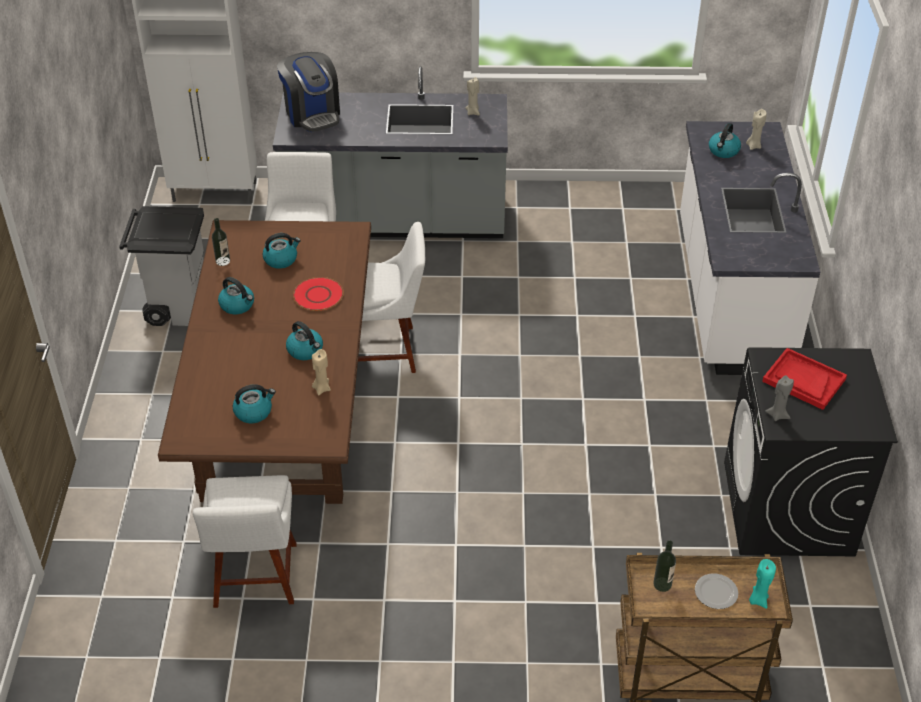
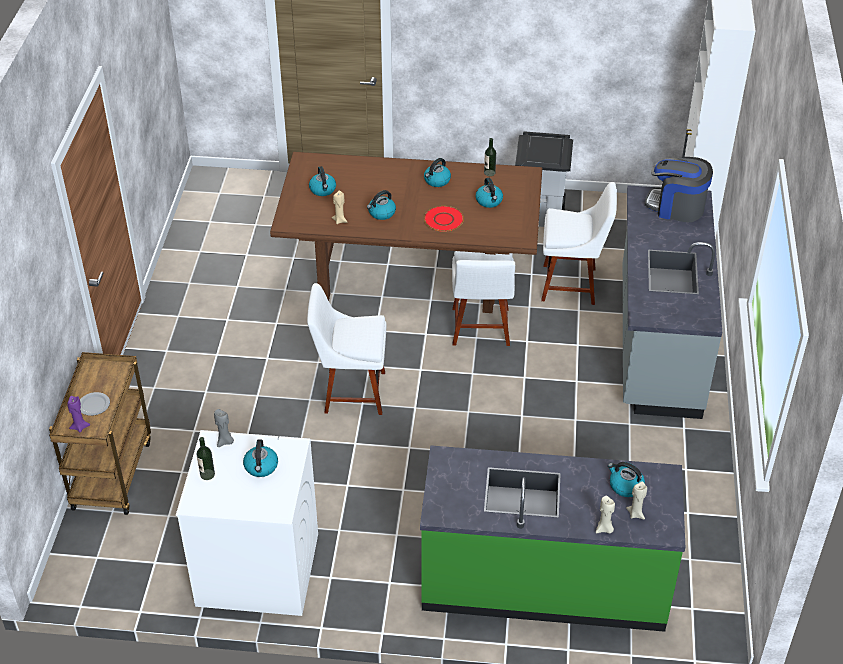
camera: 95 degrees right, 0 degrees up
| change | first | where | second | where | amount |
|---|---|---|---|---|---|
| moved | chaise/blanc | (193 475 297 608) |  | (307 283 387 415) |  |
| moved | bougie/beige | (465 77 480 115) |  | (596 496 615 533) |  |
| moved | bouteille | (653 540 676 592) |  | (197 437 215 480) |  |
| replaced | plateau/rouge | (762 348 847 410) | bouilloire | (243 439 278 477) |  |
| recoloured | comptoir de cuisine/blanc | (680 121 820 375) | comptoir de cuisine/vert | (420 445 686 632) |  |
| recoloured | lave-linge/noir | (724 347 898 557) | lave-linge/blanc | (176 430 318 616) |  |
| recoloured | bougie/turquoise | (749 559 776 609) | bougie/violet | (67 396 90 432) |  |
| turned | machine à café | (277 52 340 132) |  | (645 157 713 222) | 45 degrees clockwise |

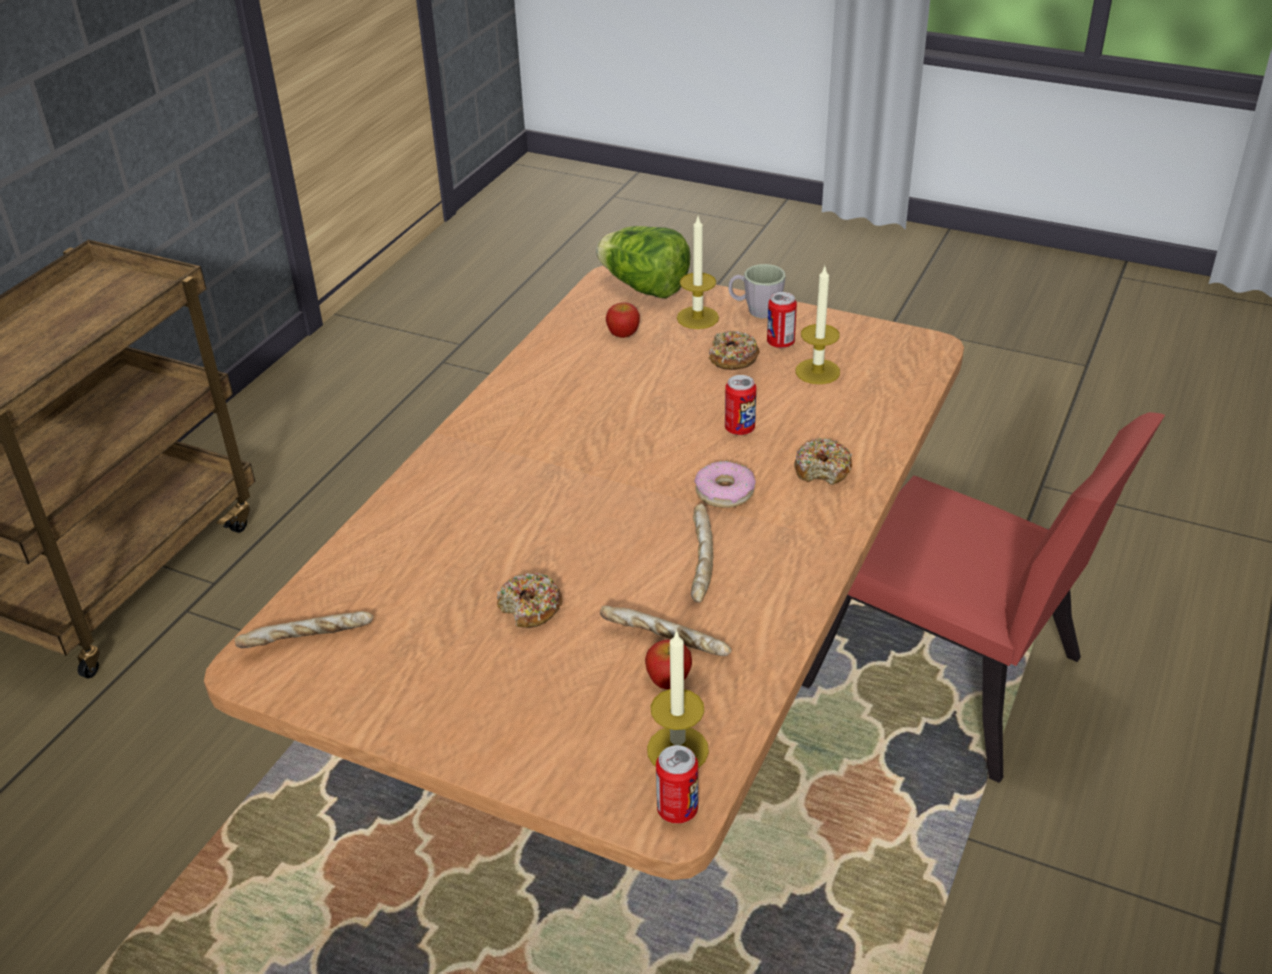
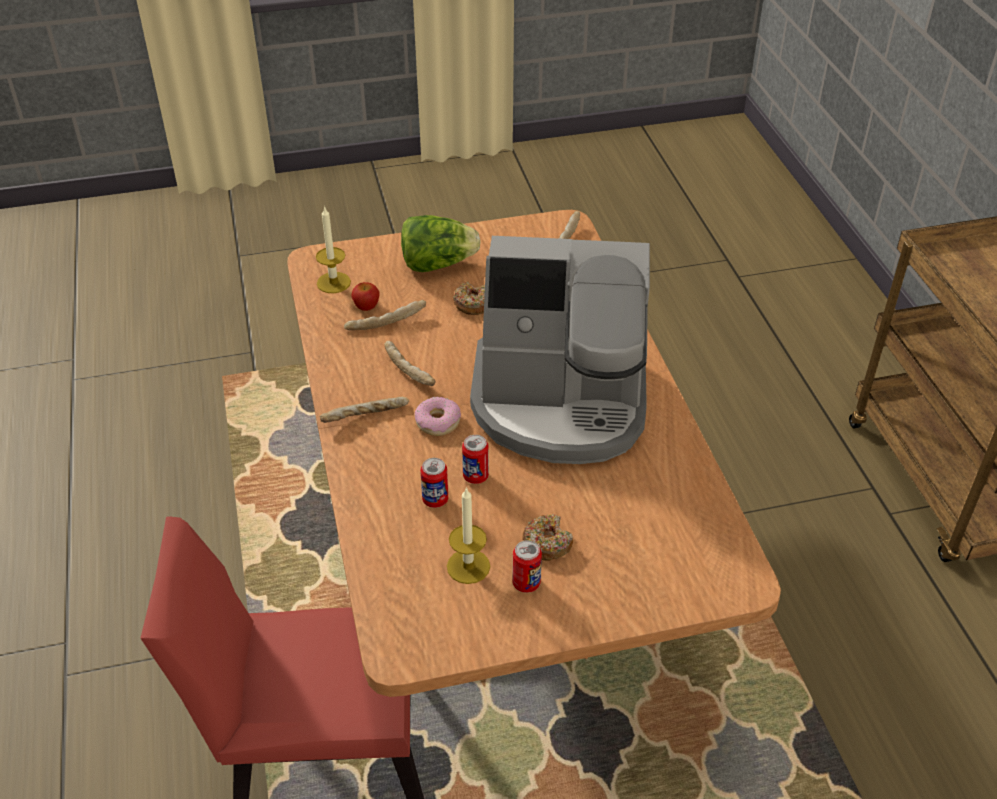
camera: 140 degrees right, 5 degrees up
| change | first | where | second | where | amount |
|---|---|---|---|---|---|
| removed | pomme | (606 302 640 338) |  |  |  |
| removed | bougie | (677 217 719 329) |  |  |  |
| removed | mug/gris | (728 264 786 318) |  |  |  |
| removed | beignet | (794 438 852 485) |  |  |  |
| added |  |  | pain | (320 397 409 423) |  |
| added |  |  | machine à café | (470 236 650 464) |  |
| moved | laitue | (596 226 691 298) |  | (401 215 481 272) |  |
| moved | boîte métallique | (656 745 698 824) |  | (420 458 448 508) |  |

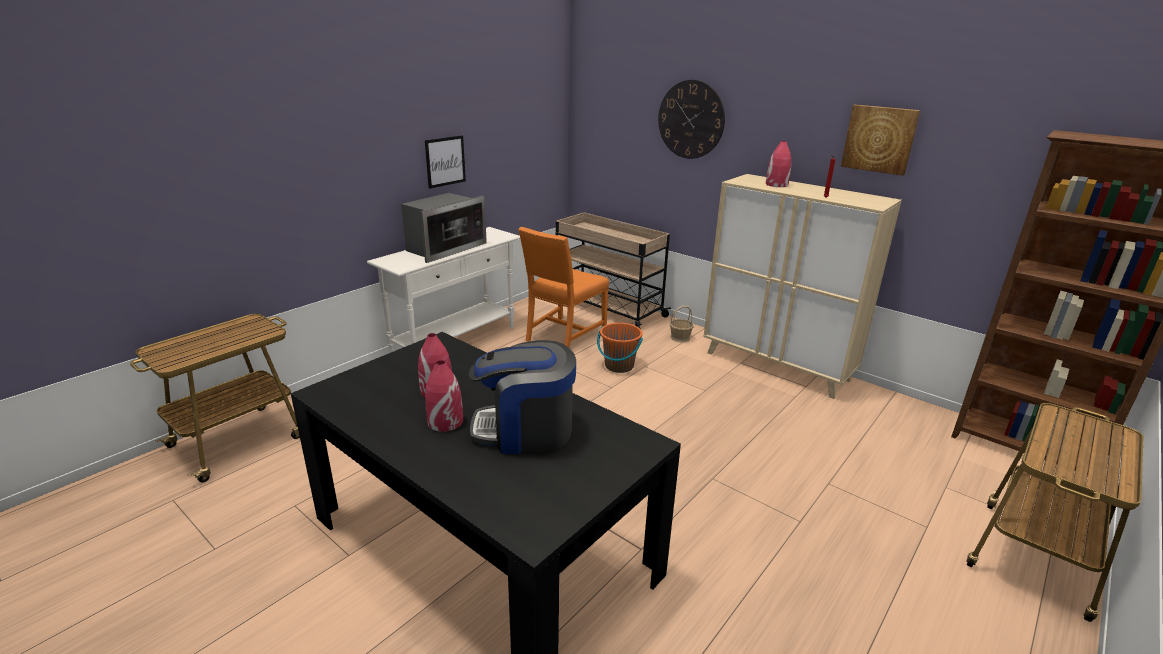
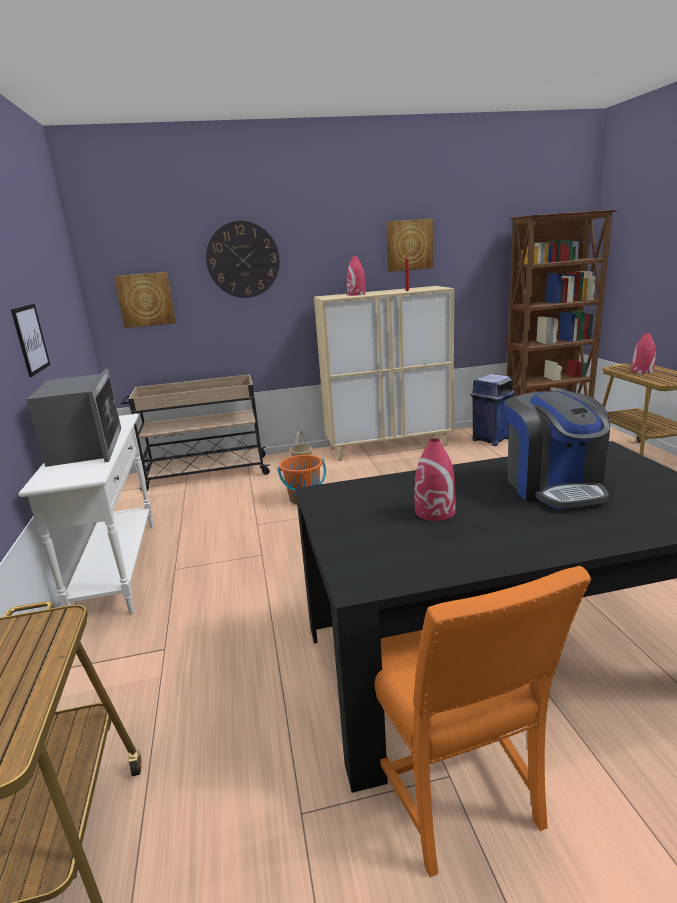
camera: 50 degrees left, 5 degrees down
| change | first | where | second | where | amount |
|---|---|---|---|---|---|
| added |  |  | tableau | (114 272 176 328) |  |
| added |  |  | poubelle/bleu | (470 374 515 446) |  |
| moved | vase/rouge | (425 360 463 432) |  | (631 333 656 374) |  |
| moved | chaise/orange | (518 227 609 348) |  | (375 566 592 877) |  |
| turned | machine à café | (469 340 576 454) |  | (504 391 610 509) | 45 degrees counterclockwise |

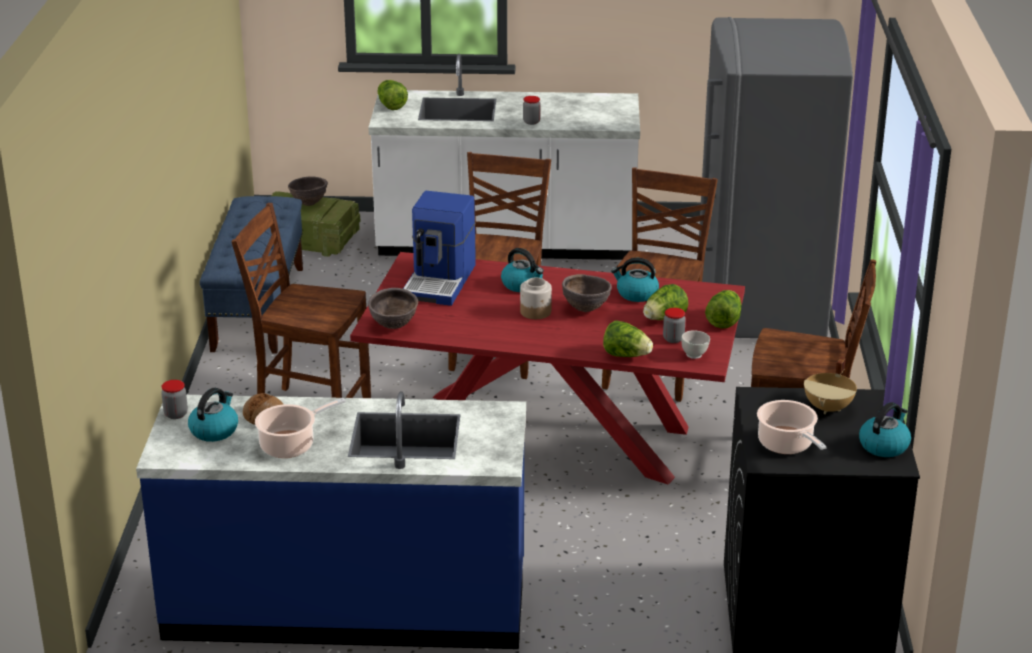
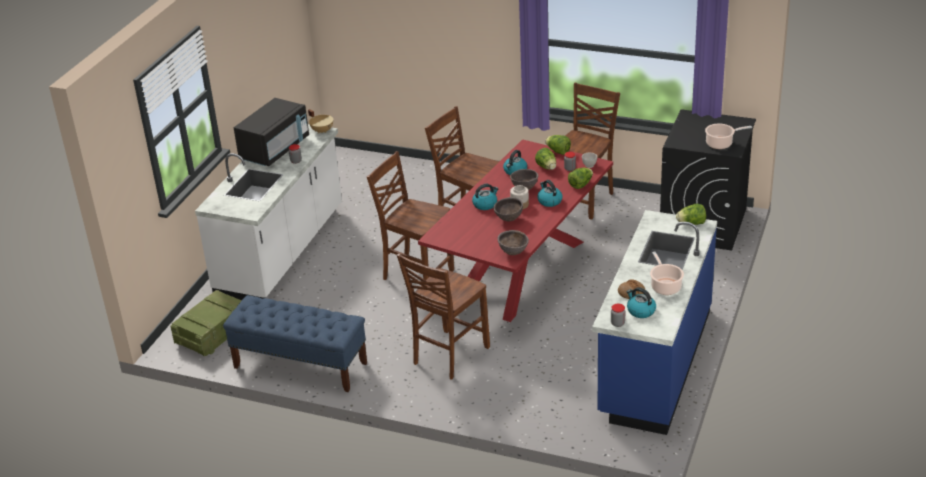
camera: 70 degrees left, 5 degrees up
| change | first | where | second | where | amount |
|---|---|---|---|---|---|
| removed | machine à café | (403 191 476 306) |  |  |  |
| removed | réfrigérateur/gris | (698 17 853 338) |  |  |  |
| added |  |  | micro-ondes/noir | (234 98 309 166) |  |
| moved | bol/marron | (288 176 328 206) |  | (493 197 523 222) |  |
| moved | laitue | (378 80 408 110) |  | (676 204 706 225) |  |
| moved | marmite/beige | (804 357 857 414) |  | (308 109 333 134) |  |
| moved | bouilloire | (859 402 911 457) |  | (537 180 563 207) |  |

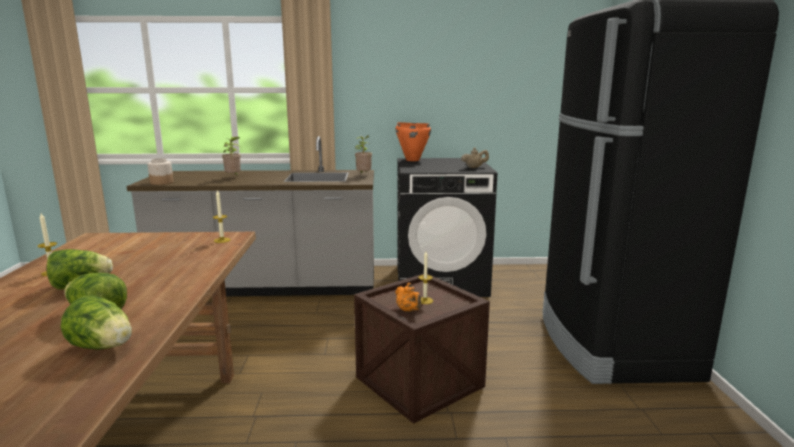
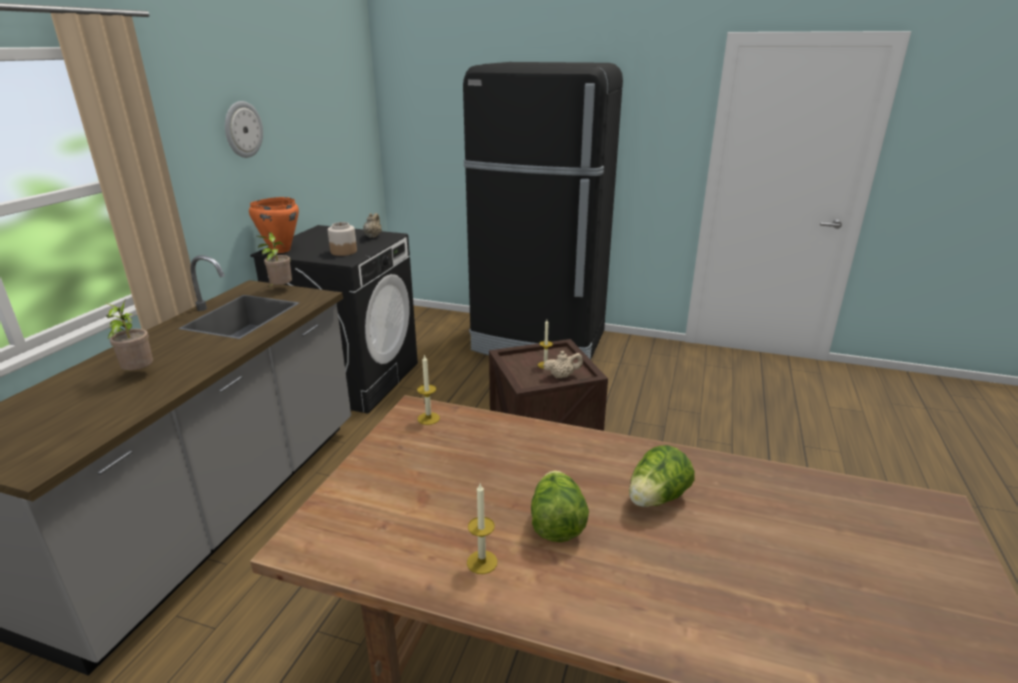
camera: 70 degrees left, 10 degrees up
| change | first | where | second | where | amount |
|---|---|---|---|---|---|
| removed | laitue | (60 295 132 350) |  |  |  |
| added |  |  | horloge murale | (225 101 263 158) |  |
| moved | bocal | (147 158 173 185) |  | (328 222 357 256) |  |
| recoloured | théière/orange | (395 283 421 312) | théière/beige | (543 351 583 378) |  |

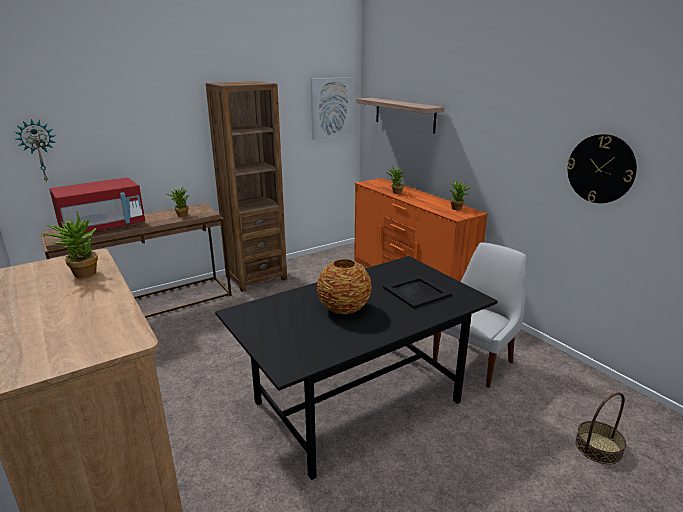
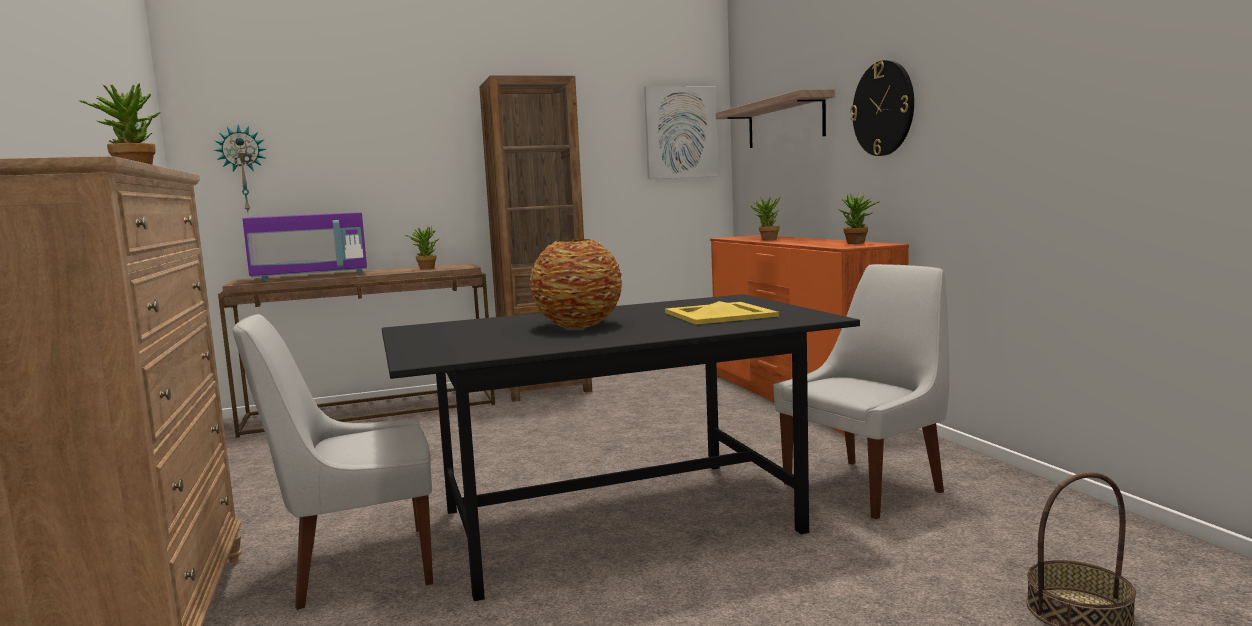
camera: 15 degrees right, 15 degrees down
| change | first | where | second | where | amount |
|---|---|---|---|---|---|
| added |  |  | chaise/blanc | (233 314 433 610) |  |
| moved | horloge murale | (567 134 637 203) |  | (850 60 914 156) |  |
| recoloured | micro-ondes/rouge | (49 178 145 236) | micro-ondes/violet | (243 212 367 281) |  |
| recoloured | plateau/noir | (383 275 452 309) | plateau/jaune | (665 301 779 325) |  |

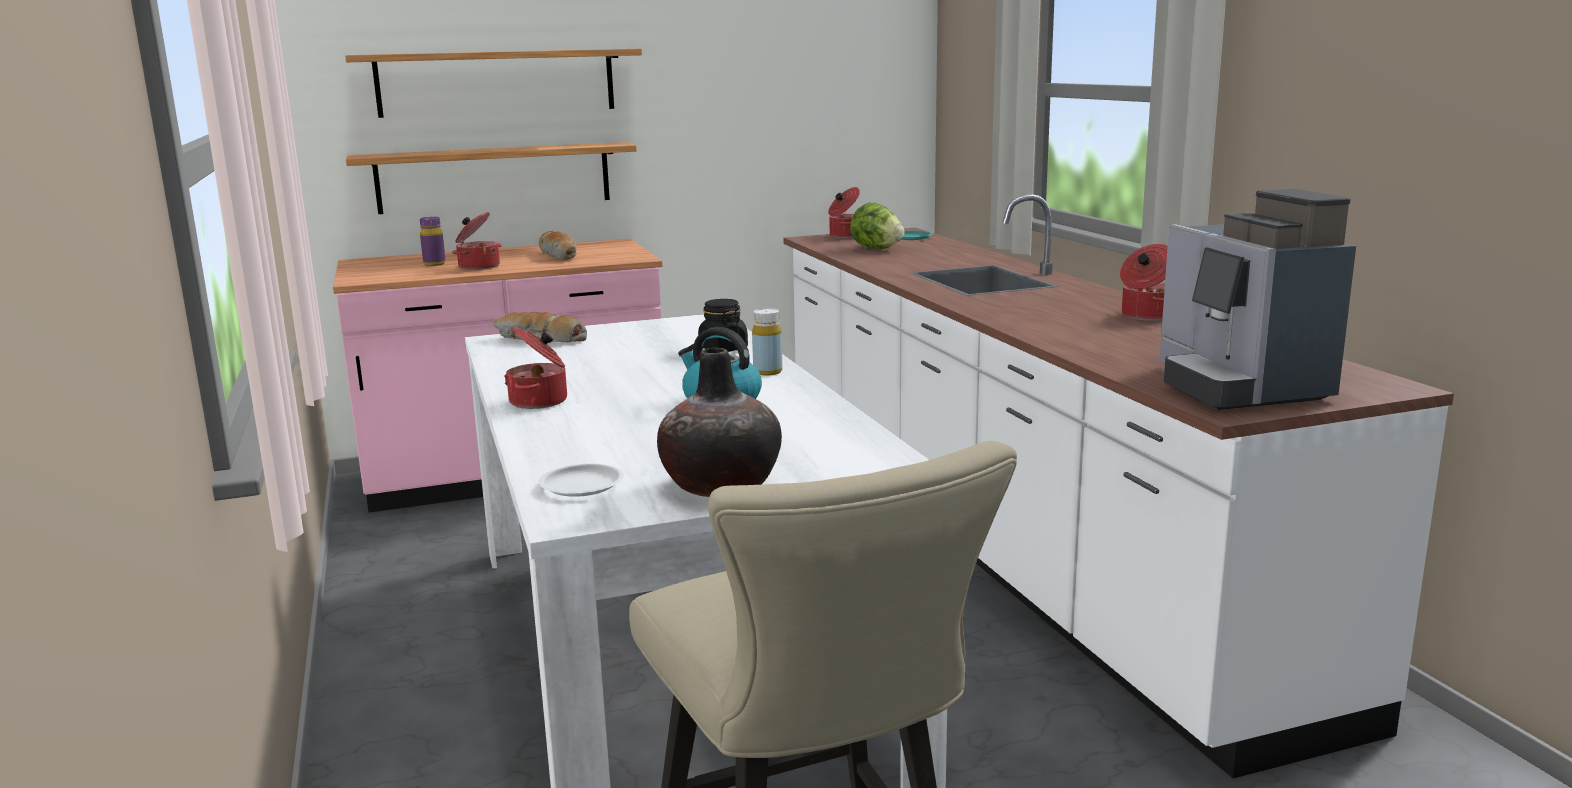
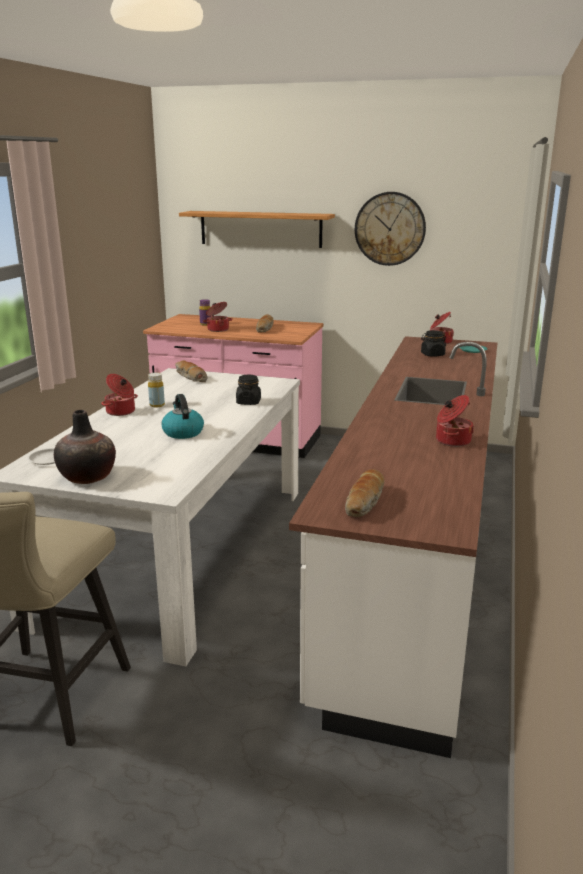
camera: 35 degrees right, 5 degrees up
| change | first | where | second | where | amount |
|---|---|---|---|---|---|
| removed | étagère | (346 142 637 214) |  |  |  |
| added |  |  | horloge murale | (355 192 426 266) |  |
| moved | bouteille/jaune | (752 308 782 376) |  | (148 372 165 408) |  |
| replaced | laitue | (850 203 905 249) | bocal/noir | (421 330 446 357) |  |
| replaced | machine à café | (1159 189 1356 410) | pain | (345 469 384 517) |  |

